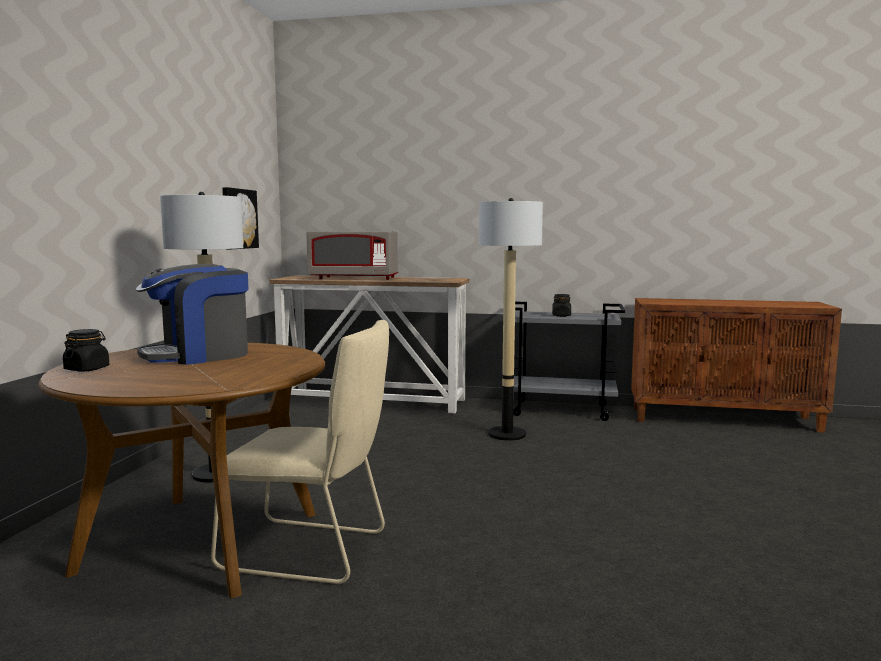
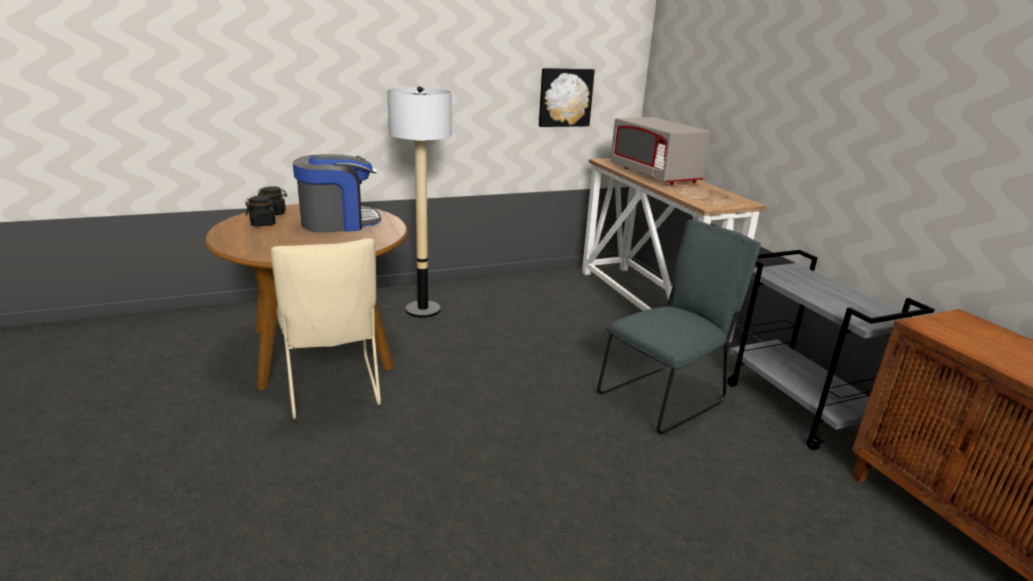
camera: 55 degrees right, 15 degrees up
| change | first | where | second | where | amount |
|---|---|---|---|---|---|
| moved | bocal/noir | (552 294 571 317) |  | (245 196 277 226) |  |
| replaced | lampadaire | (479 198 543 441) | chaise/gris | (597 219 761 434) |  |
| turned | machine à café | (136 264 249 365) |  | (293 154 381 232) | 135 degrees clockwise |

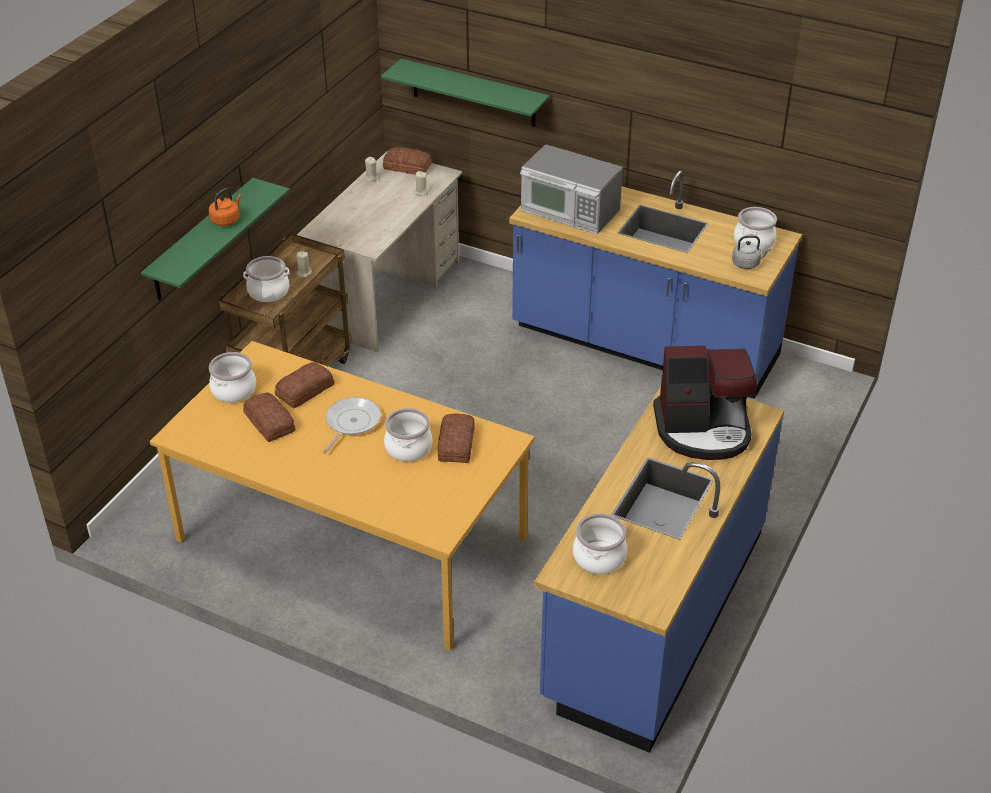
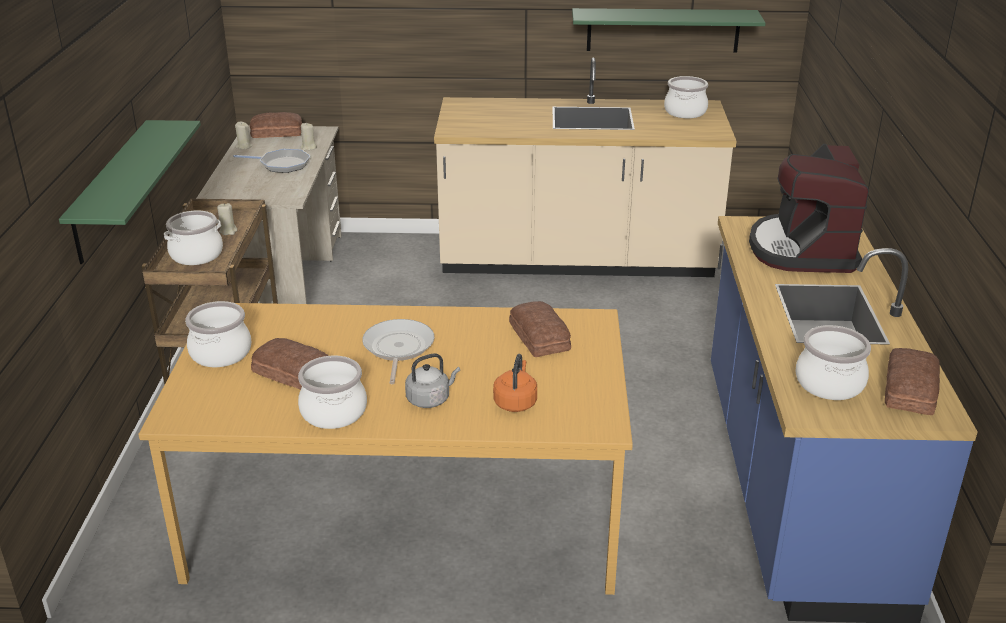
camera: 25 degrees left, 10 degrees down
| change | first | where | second | where | amount |
|---|---|---|---|---|---|
| removed | micro-ondes | (520 144 623 234) |  |  |  |
| added |  |  | poêle | (233 149 310 173) |  |
| moved | bouilloire/orange | (209 188 242 226) |  | (493 354 537 412) |  |
| moved | pain | (275 362 334 408) |  | (885 348 940 415) |  |
| moved | étagère/vert | (381 59 549 127) |  | (572 8 766 52) |  |
| moved | marmite | (384 408 433 462) |  | (298 356 367 429) |  |
| moved | bouilloire/gris | (732 235 770 269) |  | (405 353 460 408) |  |
| recoloured | comptoir de cuisine/bleu | (509 171 802 399) | comptoir de cuisine/beige | (434 57 736 277) |  |
| turned | machine à café | (653 346 757 460) |  | (749 144 869 273) | 120 degrees clockwise |

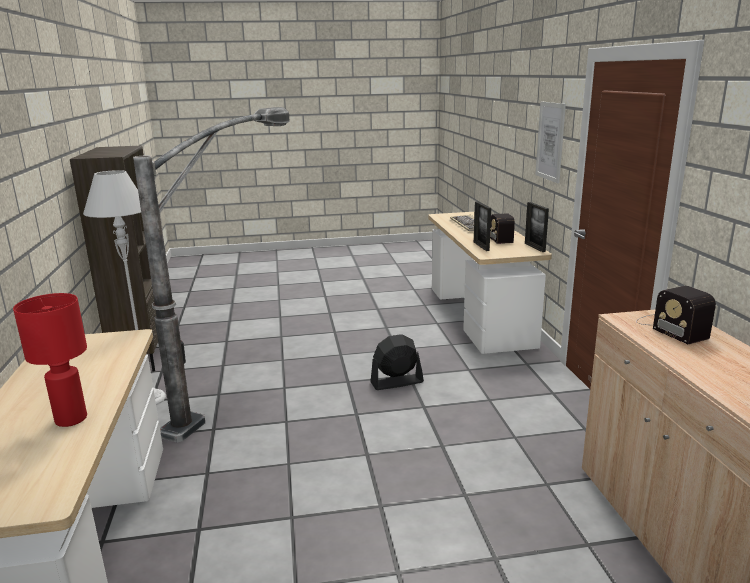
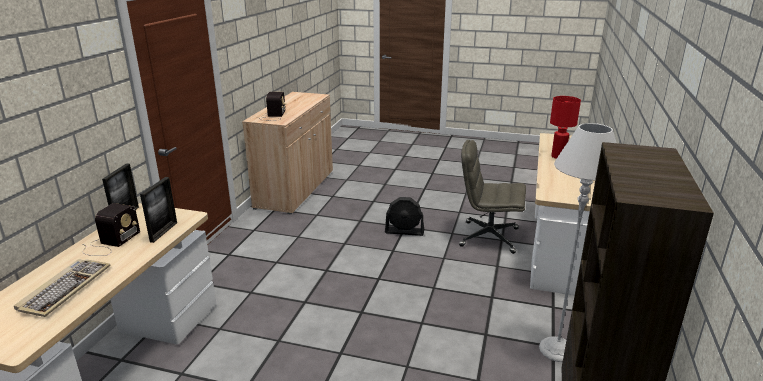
camera: 155 degrees left, 5 degrees up
| change | first | where | second | where | amount |
|---|---|---|---|---|---|
| removed | lampadaire | (133 107 290 443) |  |  |  |
| removed | tableau | (535 102 566 183) |  |  |  |
| added |  |  | chaise de bureau/gris | (459 140 526 254) |  |
| moved | ventilateur/noir | (370 334 424 390) |  | (385 197 424 236) |  |

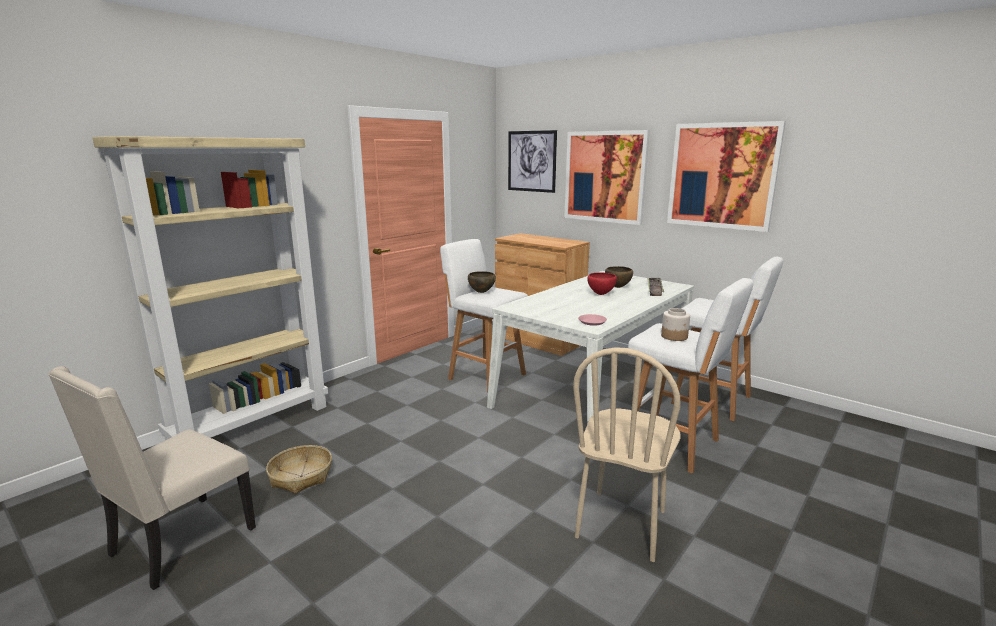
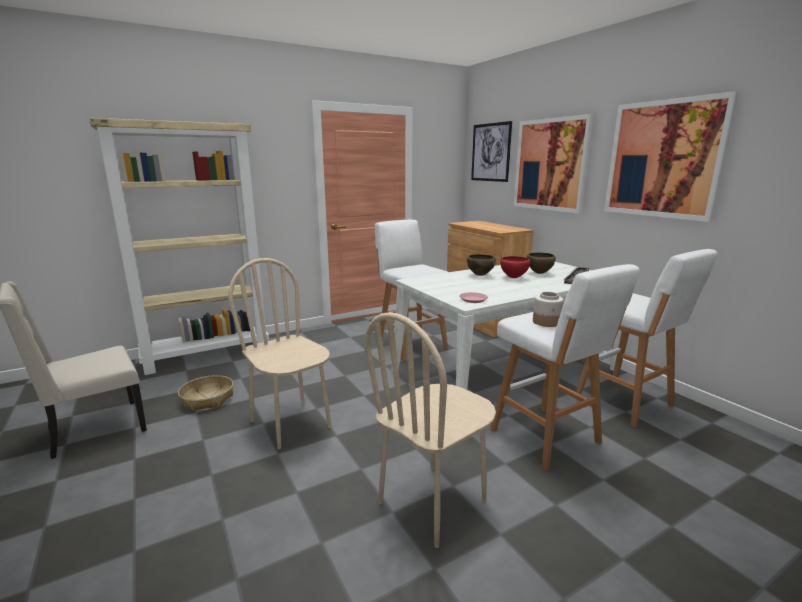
camera: 20 degrees right, 0 degrees up
| change | first | where | second | where | amount |
|---|---|---|---|---|---|
| added |  |  | chaise/beige | (228 258 331 449) |  |
| moved | bol/marron | (468 271 496 293) |  | (467 254 496 276) |  |

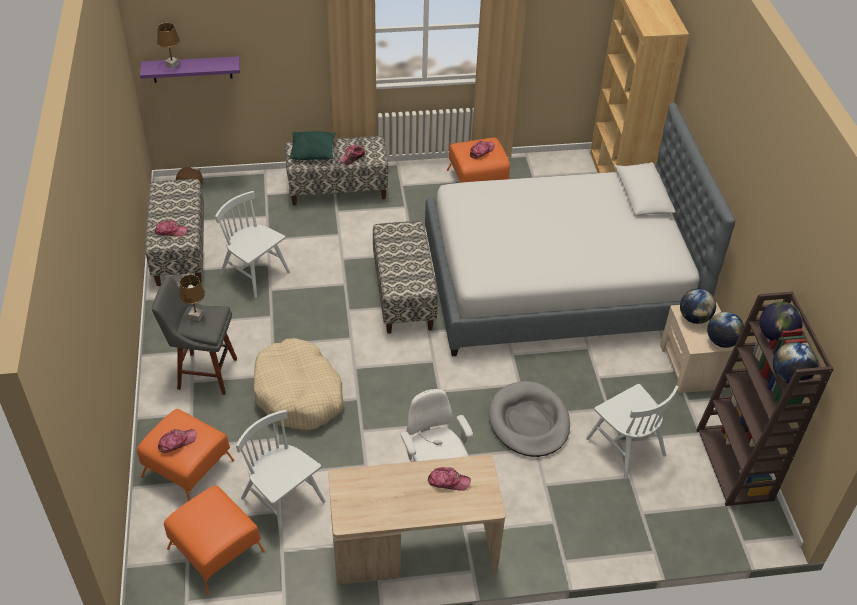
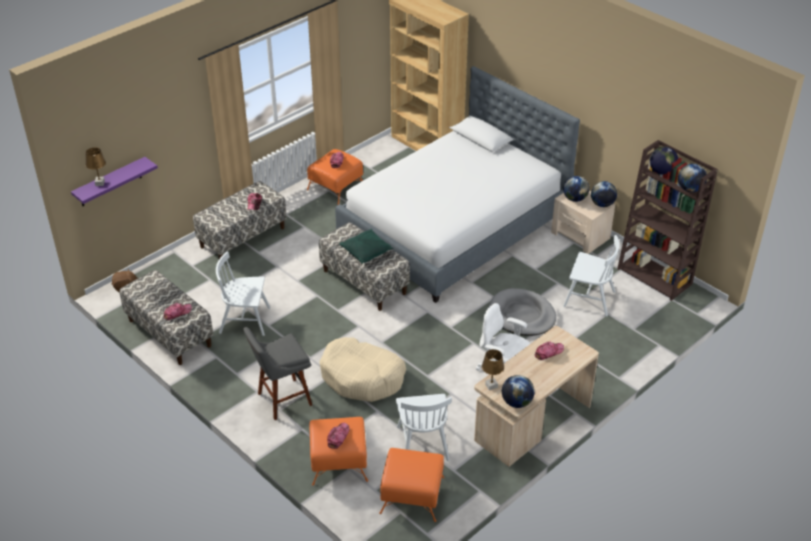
camera: 35 degrees left, 5 degrees down
| change | first | where | second | where | amount |
|---|---|---|---|---|---|
| added |  |  | globe | (502 375 535 408) |  |
| moved | lampe de table/marron | (179 275 205 321) |  | (482 349 504 390) |  |
| moved | coussin/vert | (290 131 336 160) |  | (339 229 393 264) |  |
| turned | chaise/blanc | (236 410 326 537) |  | (396 394 452 461) | 105 degrees counterclockwise |

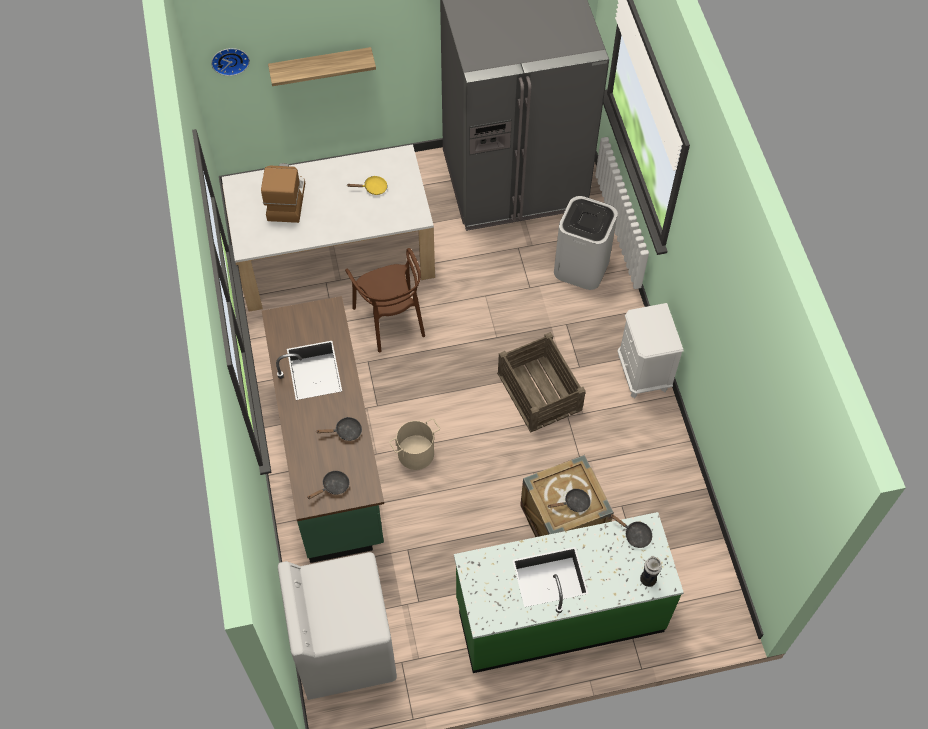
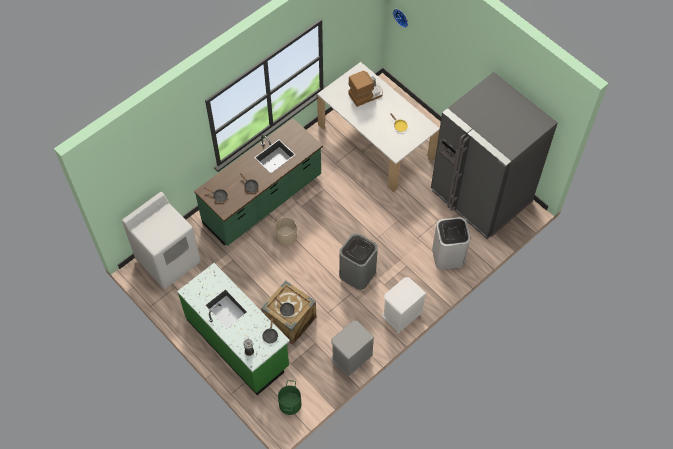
camera: 60 degrees right, 0 degrees up
| change | first | where | second | where | amount |
|---|---|---|---|---|---|
| removed | étagère | (268 47 376 86) |  |  |  |
| removed | chaise/marron | (345 248 425 353) |  |  |  |
| added |  |  | seau/vert | (278 380 301 415) |  |
| added |  |  | table de chevet/gris | (331 321 375 377) |  |
| replaced | caisse | (497 332 586 433) | poubelle/gris | (339 233 378 290) |  |

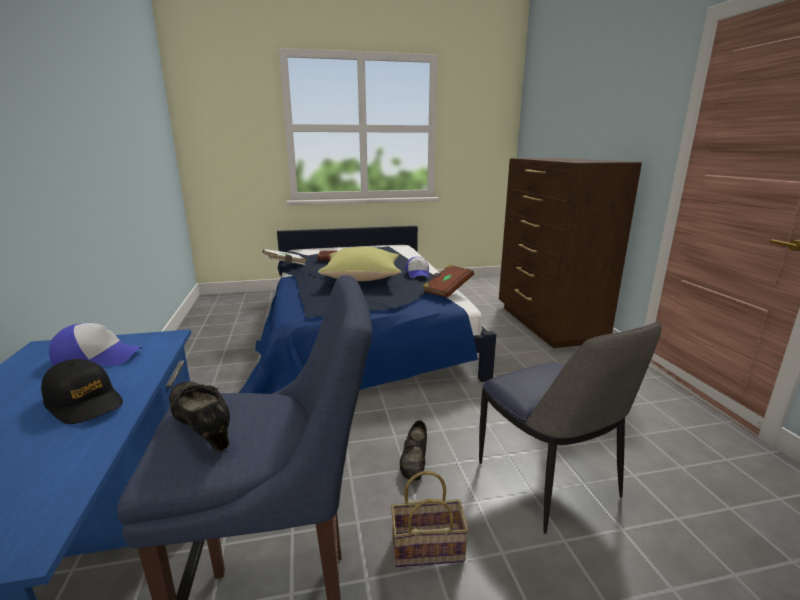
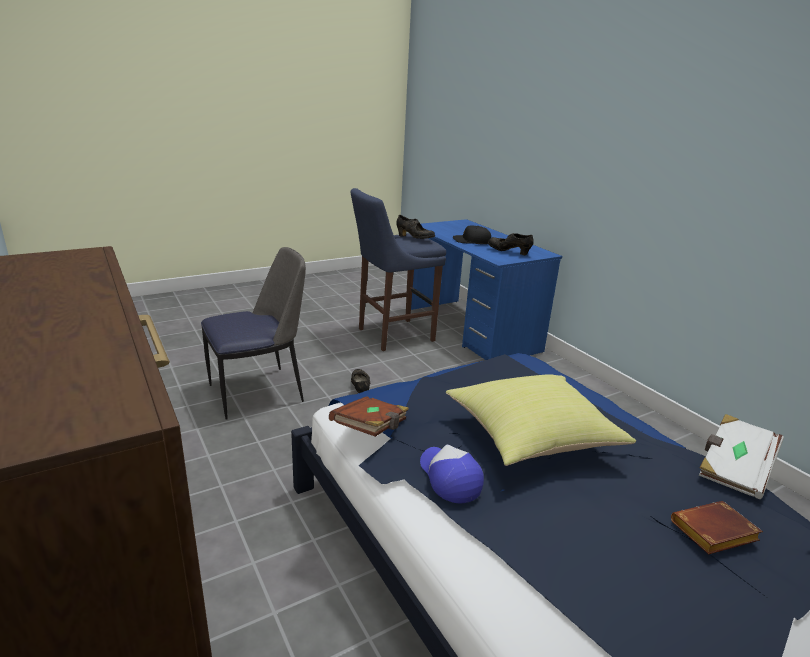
camera: 160 degrees right, 5 degrees up
| change | first | where | second | where | amount |
|---|---|---|---|---|---|
| removed | panier | (391 471 469 567) |  |  |  |
| replaced | casquette | (49 323 142 366) | chaussure/noir | (488 233 534 255) |  |
| turned | chaise | (479 321 661 534) |  | (201 247 306 420) | 105 degrees clockwise |

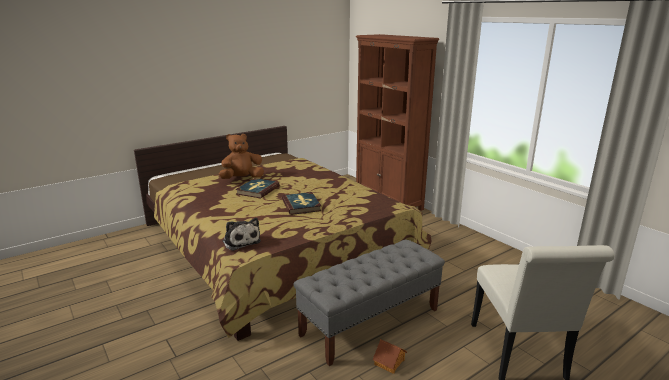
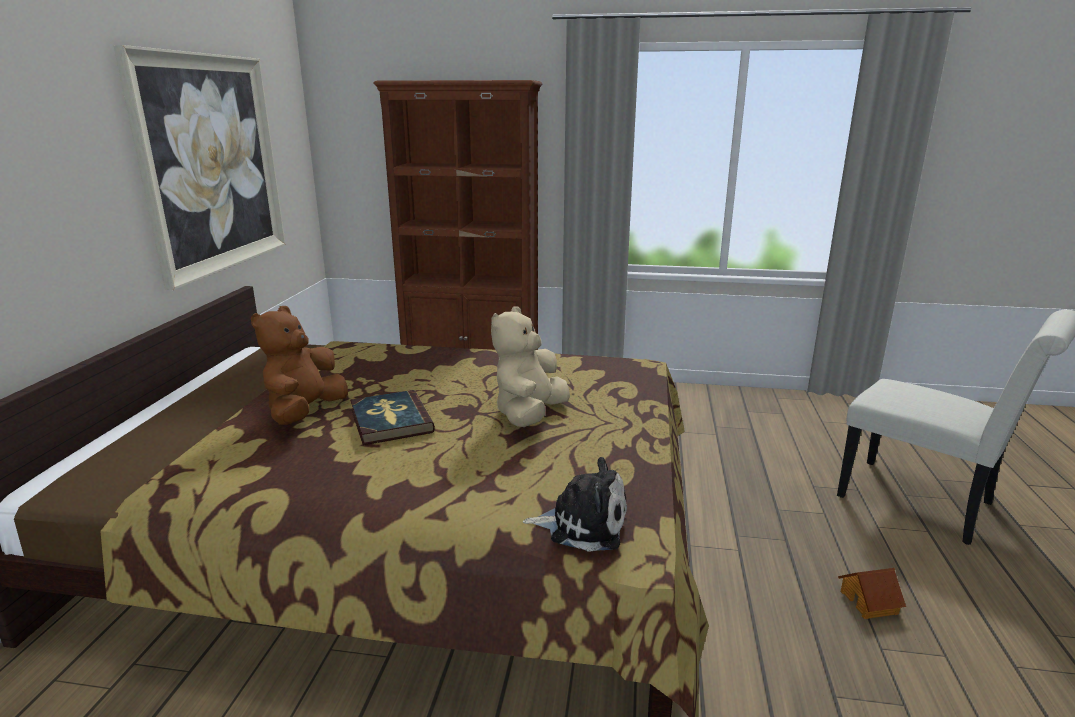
camera: 45 degrees left, 0 degrees up
| change | first | where | second | where | amount |
|---|---|---|---|---|---|
| removed | banc/gris | (294 240 445 366) |  |  |  |
| added |  |  | tableau | (113 45 286 290) |  |
| replaced | livre | (282 192 322 215) | peluche/beige | (491 307 570 427) |  |

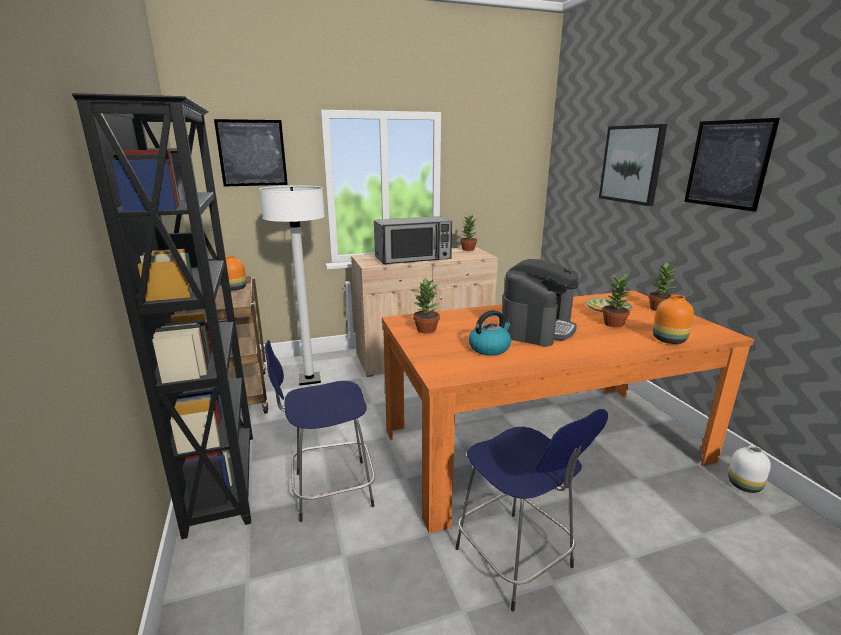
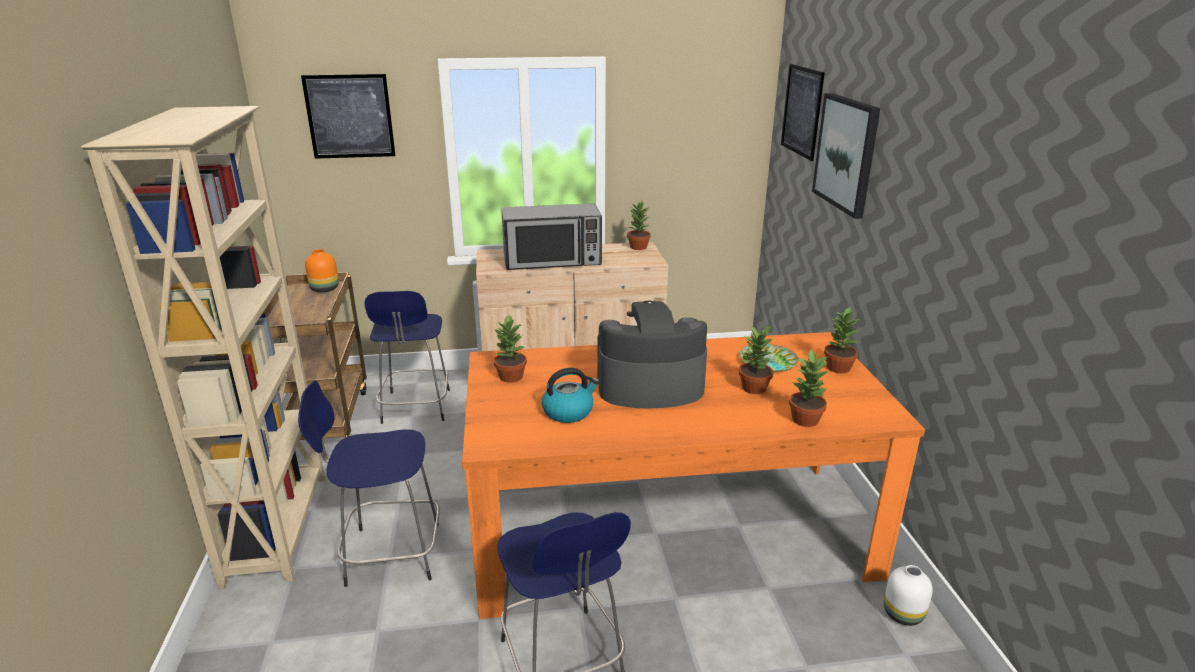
camera: 10 degrees right, 5 degrees up
| change | first | where | second | where | amount |
|---|---|---|---|---|---|
| moved | tableau | (684 118 780 212) |  | (781 64 825 161) |  |
| replaced | lampadaire/blanc | (259 185 325 385) | tabouret/bleu | (364 291 450 424) |  |
| replaced | vase/orange | (653 295 694 344) | plante en pot | (789 350 829 427) |  |
| recoloured | bibliothèque/noir | (72 93 253 539) | bibliothèque/beige | (81 106 325 589) |  |
| turned | machine à café | (502 259 579 346) |  | (597 301 707 408) | 135 degrees counterclockwise |

